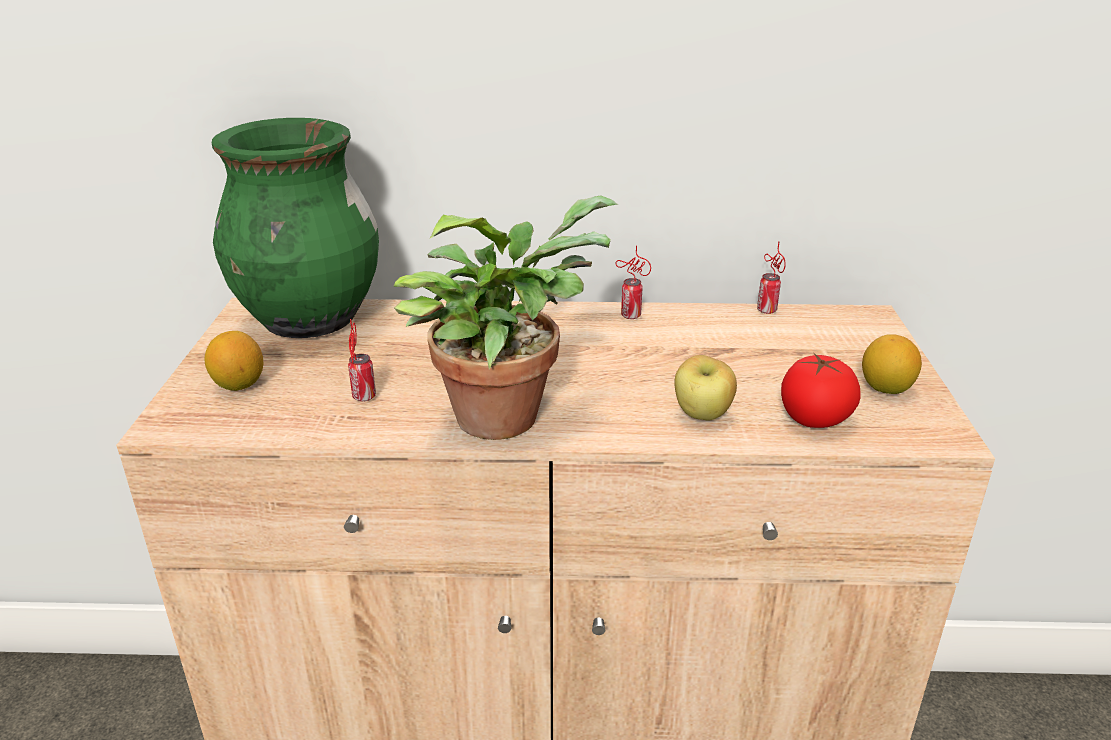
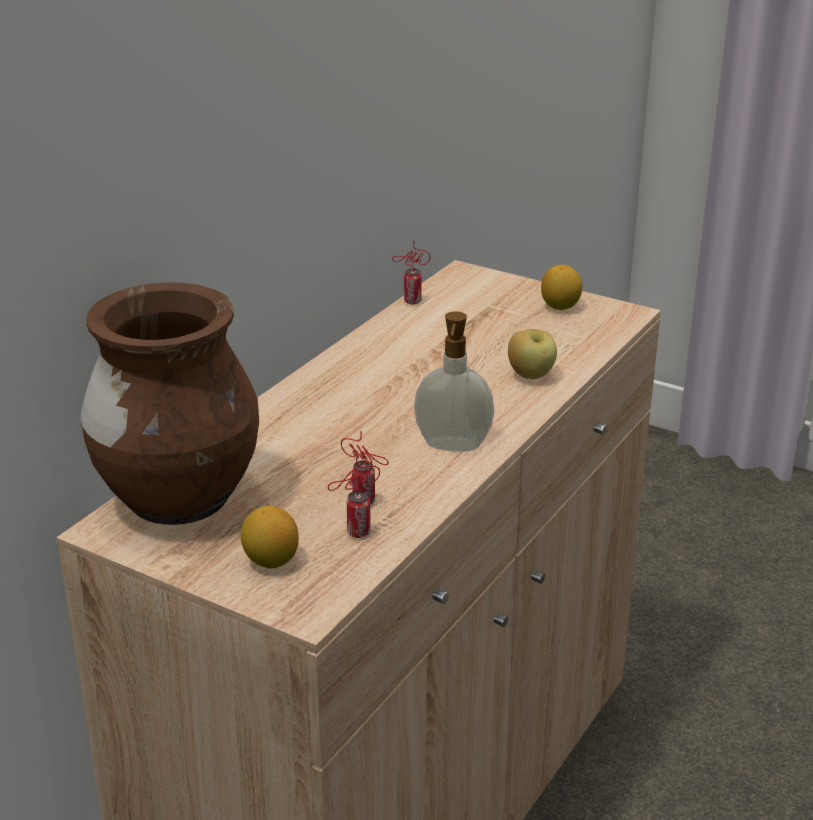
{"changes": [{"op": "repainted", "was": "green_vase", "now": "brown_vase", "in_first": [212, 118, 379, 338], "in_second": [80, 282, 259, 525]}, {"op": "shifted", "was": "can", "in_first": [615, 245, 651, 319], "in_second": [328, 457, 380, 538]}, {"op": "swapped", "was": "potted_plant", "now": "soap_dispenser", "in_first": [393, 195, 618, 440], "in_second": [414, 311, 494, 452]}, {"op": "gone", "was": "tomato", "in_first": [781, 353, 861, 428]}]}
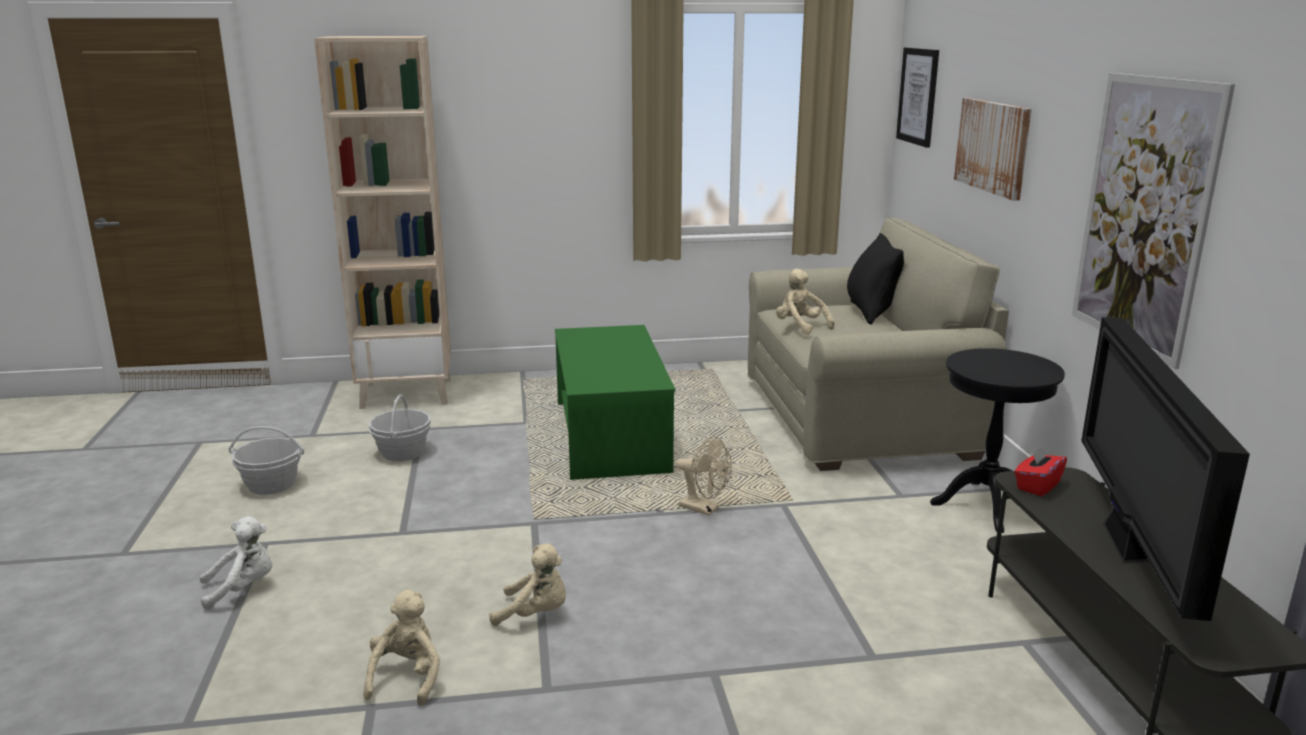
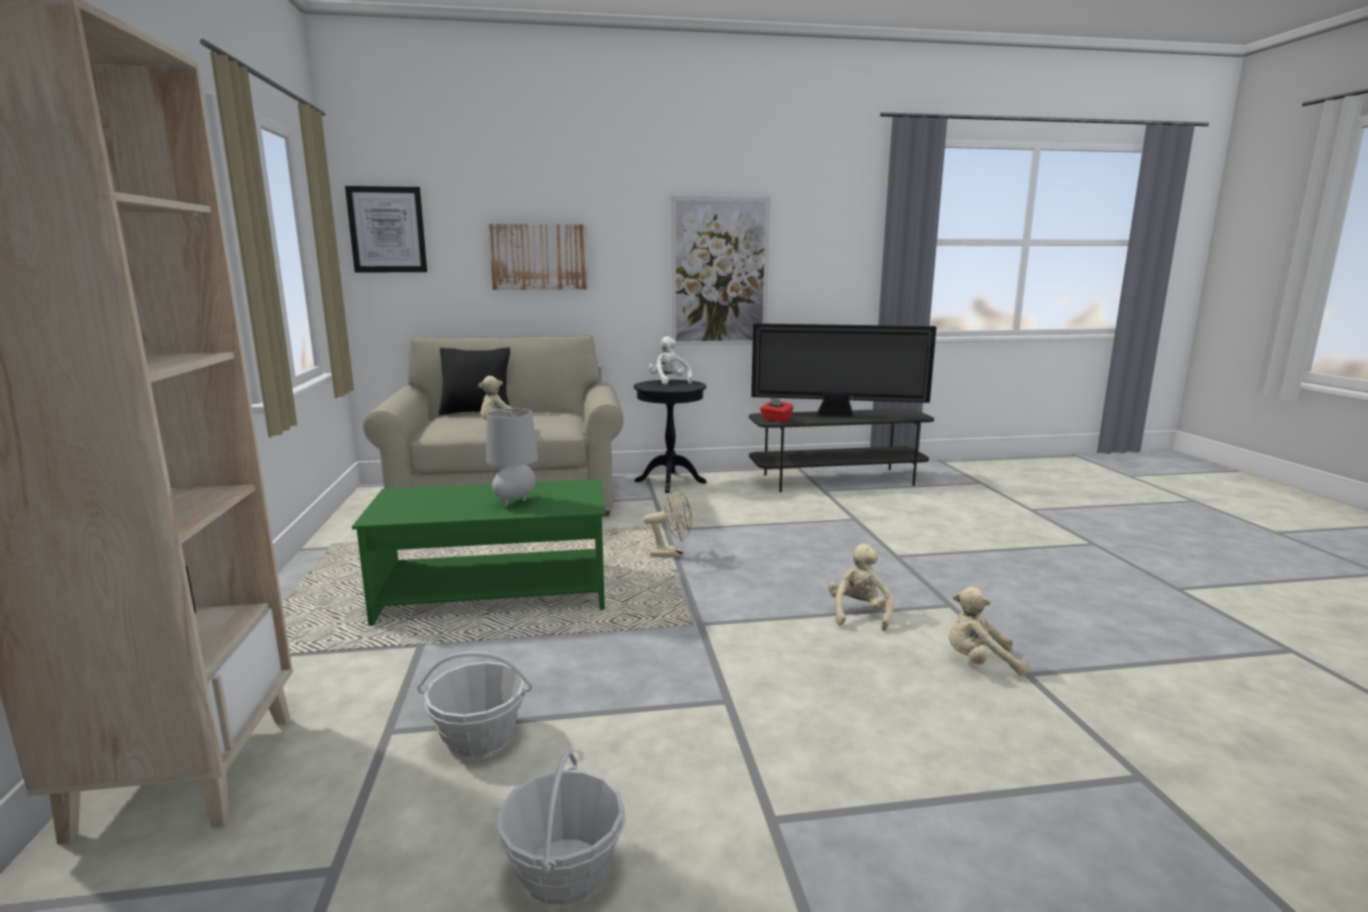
{"changes": [{"op": "new", "now": "grey_table_lamp", "in_second": [486, 409, 538, 507]}, {"op": "rotated", "was": "beige_fan", "in_first": [676, 436, 732, 516], "in_second": [643, 488, 692, 557], "clockwise": 60}, {"op": "shifted", "was": "white_plush_toy", "in_first": [199, 516, 272, 610], "in_second": [648, 336, 693, 385]}]}
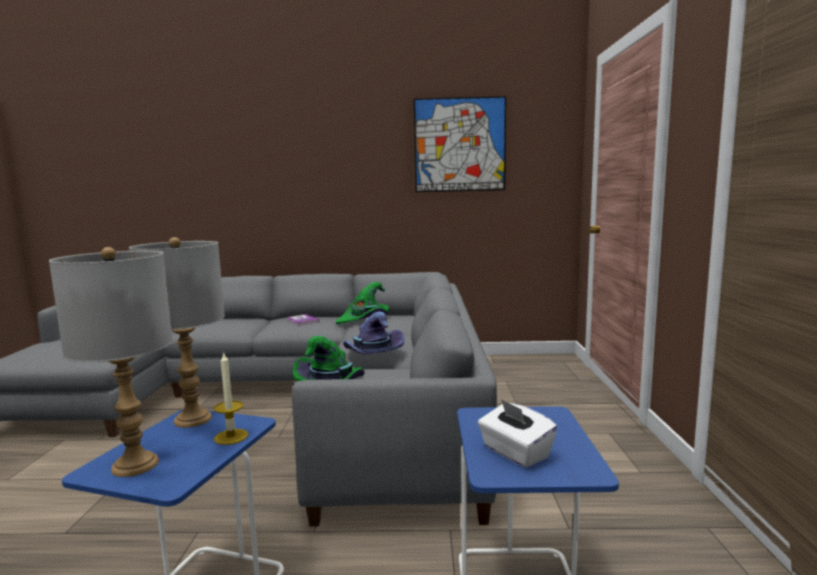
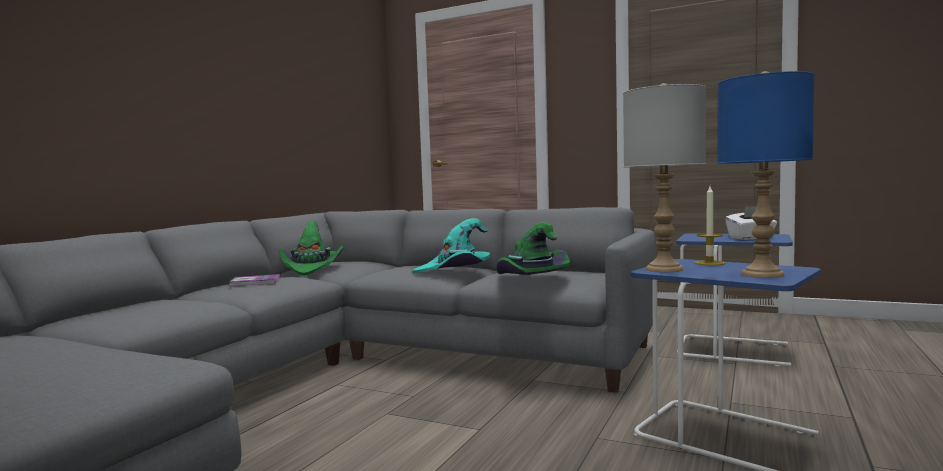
{"changes": [{"op": "repainted", "was": "purple_hat", "now": "turquoise_hat", "in_first": [343, 312, 404, 354], "in_second": [412, 218, 490, 273]}, {"op": "repainted", "was": "grey_table_lamp", "now": "blue_table_lamp", "in_first": [49, 247, 173, 477], "in_second": [718, 71, 815, 278]}, {"op": "gone", "was": "picture", "in_first": [414, 96, 506, 192]}]}
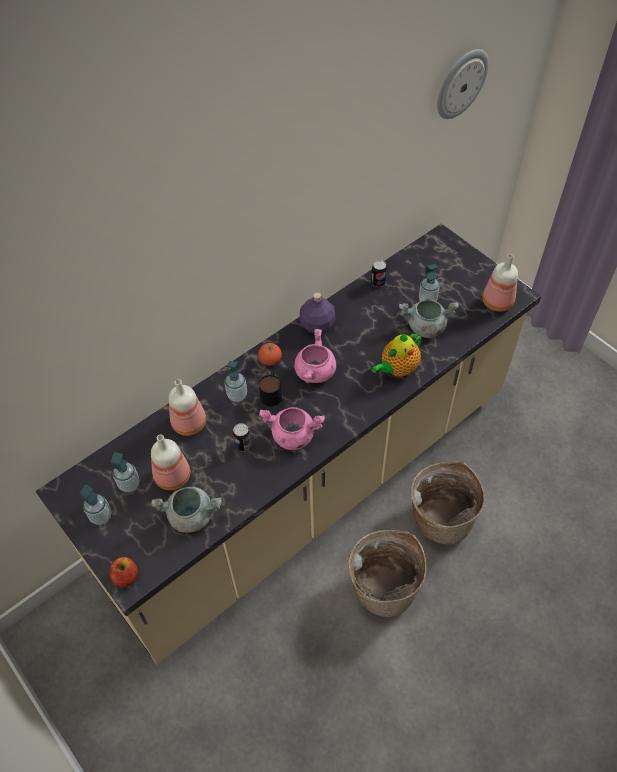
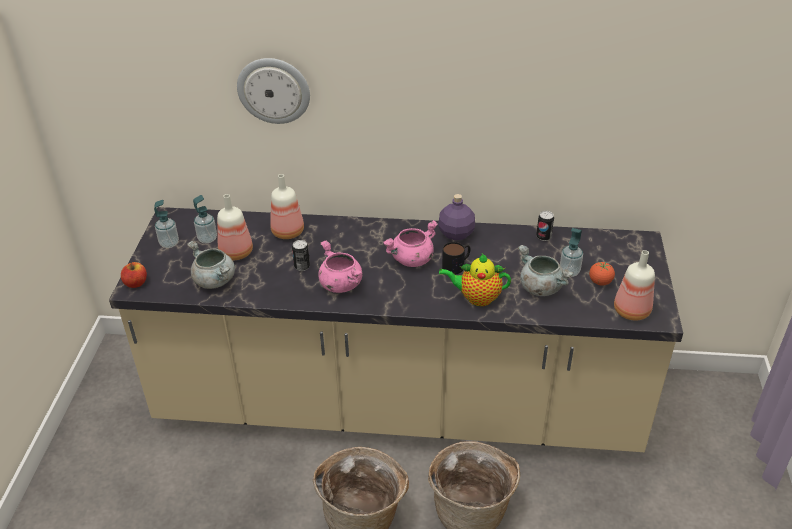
{"changes": [{"op": "shifted", "was": "wall_clock", "in_first": [437, 49, 489, 119], "in_second": [237, 58, 310, 124]}, {"op": "shifted", "was": "mug", "in_first": [259, 371, 282, 406], "in_second": [442, 242, 470, 274]}, {"op": "shifted", "was": "tomato", "in_first": [258, 343, 282, 366], "in_second": [589, 262, 615, 286]}, {"op": "gone", "was": "soap_dispenser", "in_first": [225, 361, 247, 402]}]}
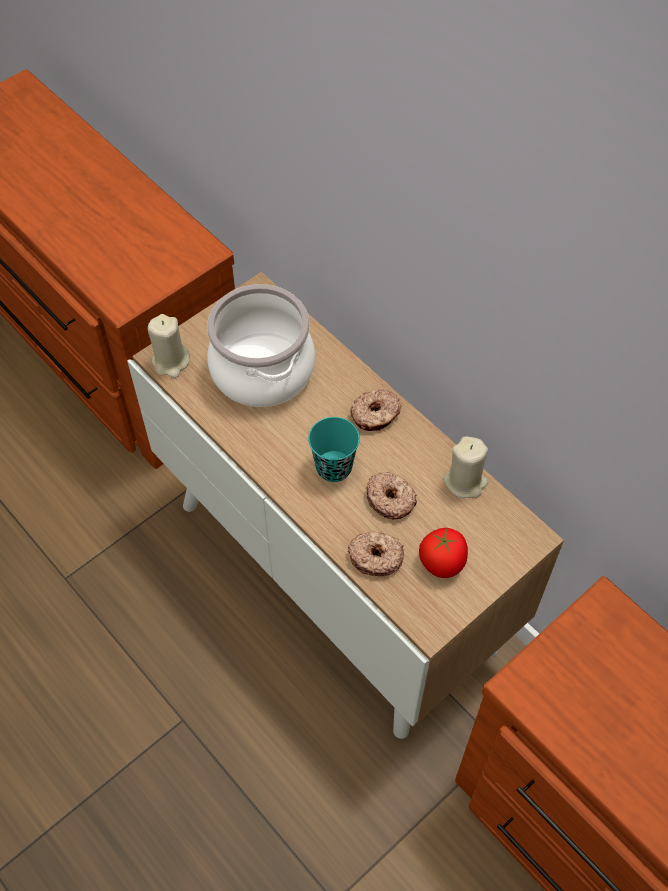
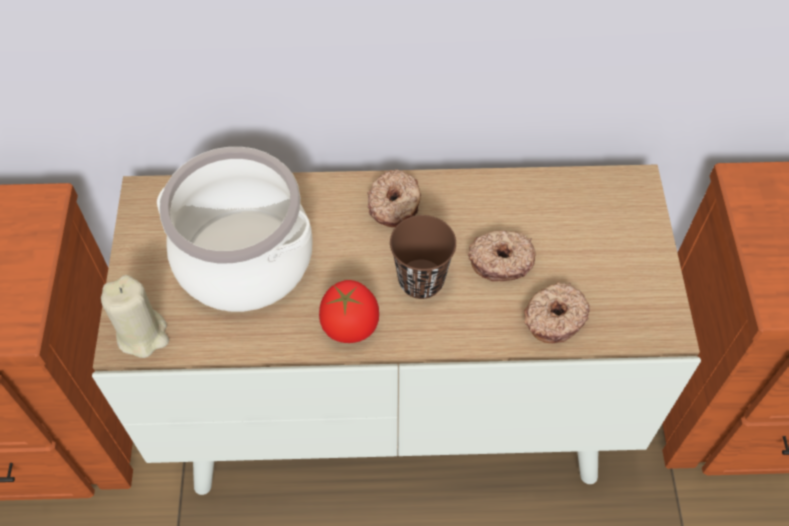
{"changes": [{"op": "shifted", "was": "tomato", "in_first": [419, 528, 468, 578], "in_second": [319, 280, 379, 343]}, {"op": "repainted", "was": "turquoise_cup", "now": "brown_cup", "in_first": [308, 417, 360, 482], "in_second": [390, 215, 456, 299]}, {"op": "gone", "was": "beige_candle", "in_first": [443, 436, 488, 498]}]}
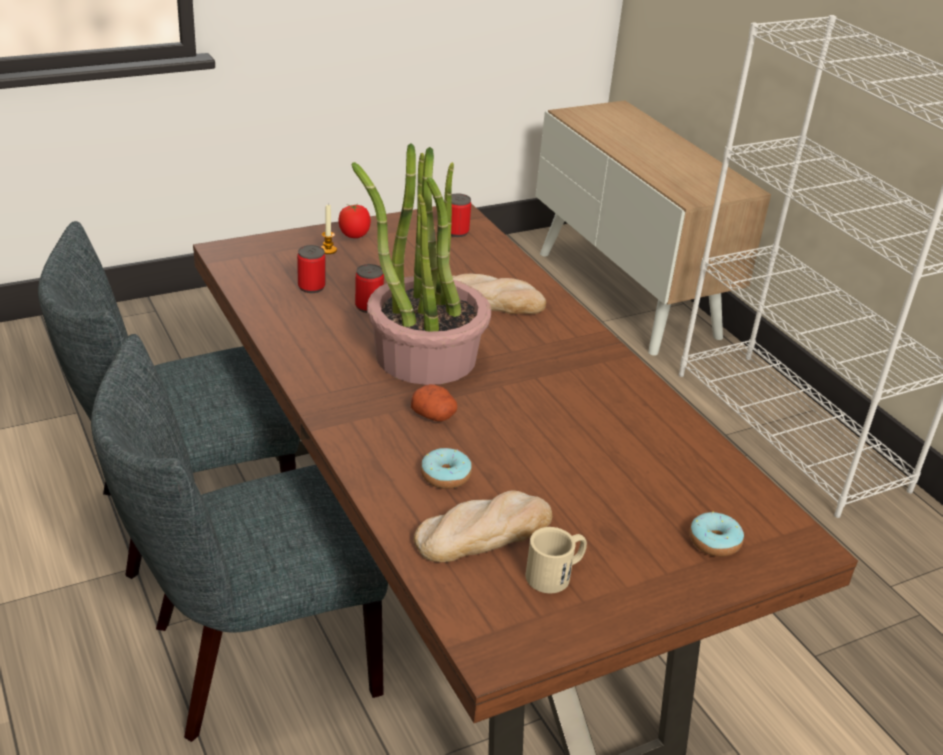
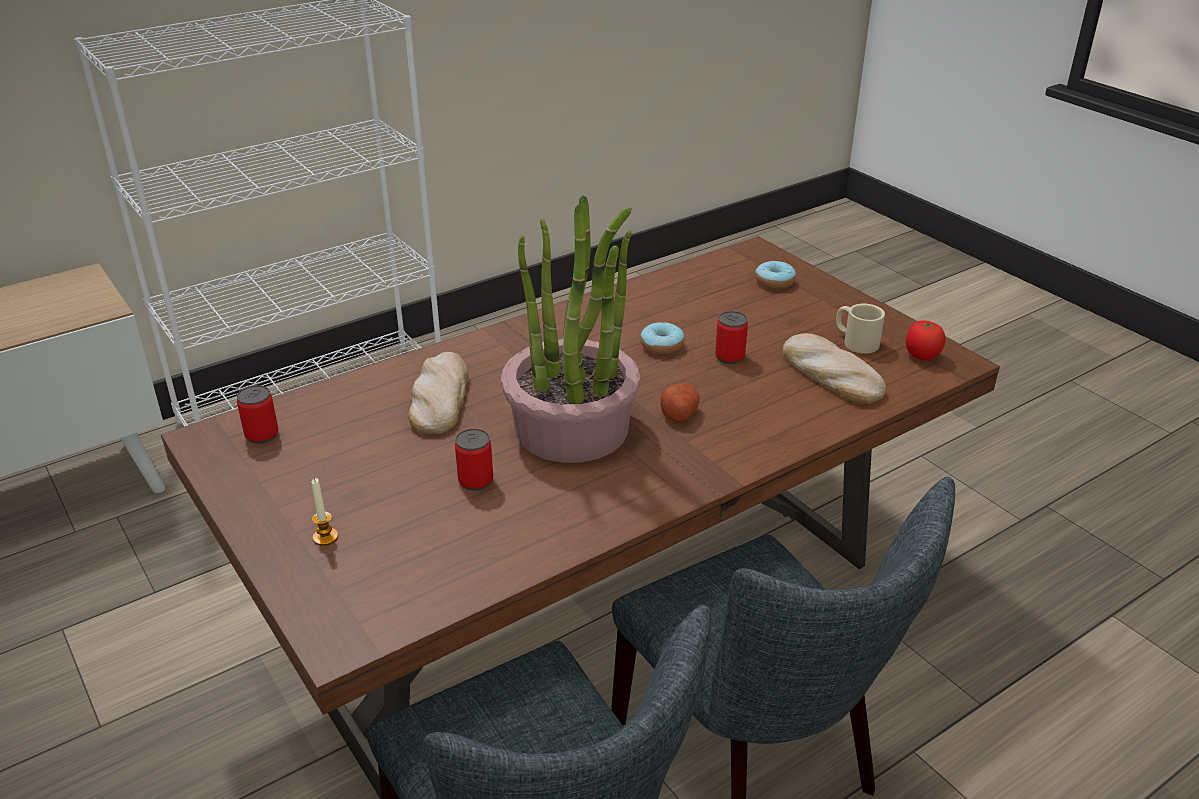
{"changes": [{"op": "shifted", "was": "donut", "in_first": [421, 448, 472, 489], "in_second": [640, 322, 684, 354]}, {"op": "shifted", "was": "can", "in_first": [297, 245, 325, 293], "in_second": [715, 311, 748, 364]}, {"op": "shifted", "was": "tomato", "in_first": [338, 204, 371, 238], "in_second": [906, 320, 946, 360]}]}
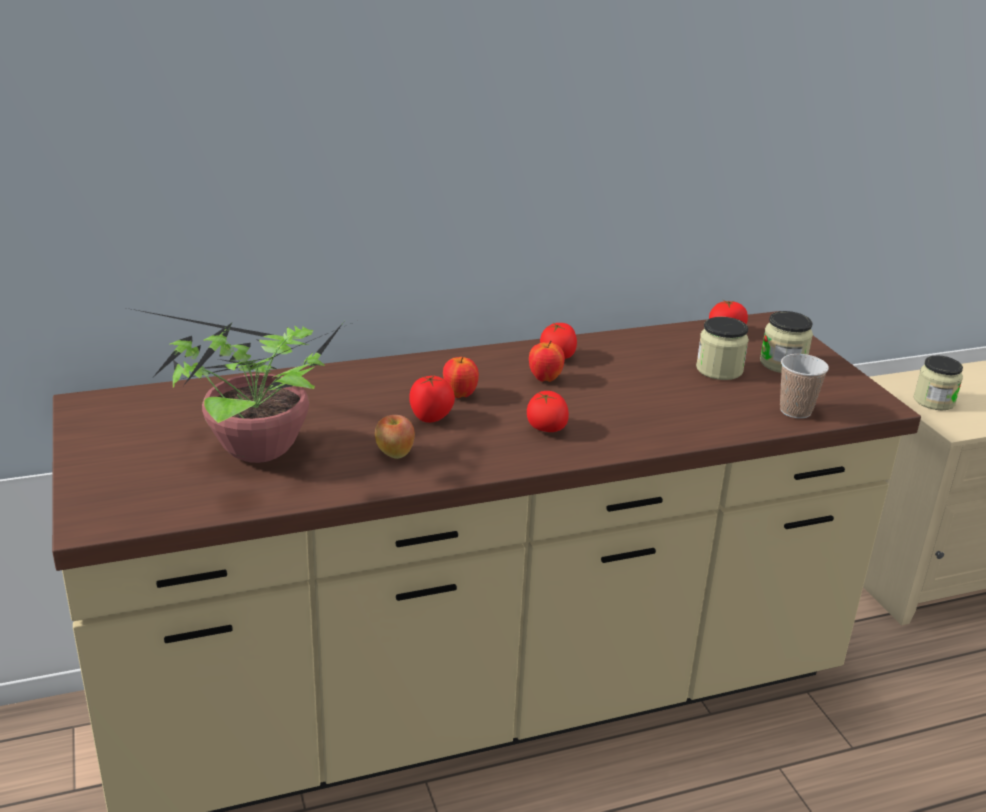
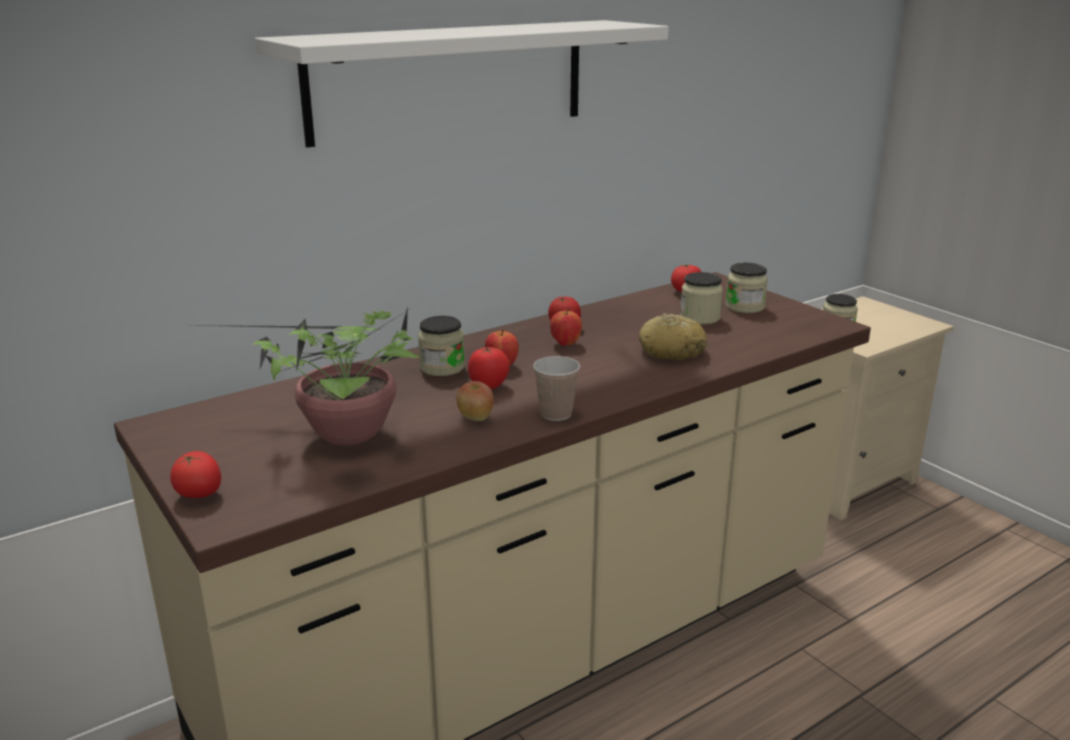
{"changes": [{"op": "shifted", "was": "tomato", "in_first": [527, 391, 569, 432], "in_second": [170, 451, 221, 498]}, {"op": "new", "now": "white_shelf", "in_second": [255, 20, 669, 148]}, {"op": "new", "now": "jar", "in_second": [418, 316, 465, 376]}, {"op": "shifted", "was": "cup", "in_first": [780, 354, 829, 419], "in_second": [533, 356, 580, 421]}, {"op": "new", "now": "bread", "in_second": [639, 313, 707, 360]}]}
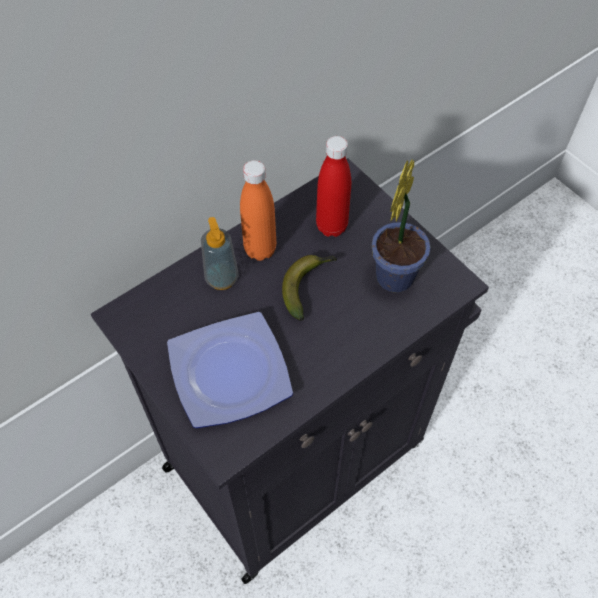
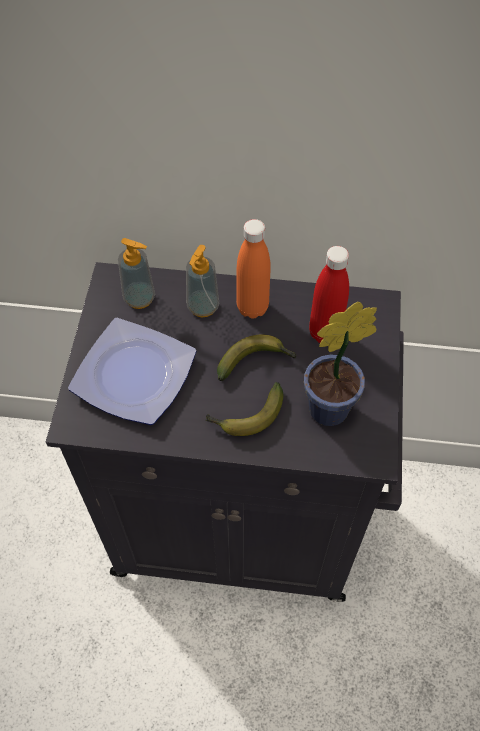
{"changes": [{"op": "new", "now": "soap_dispenser", "in_second": [118, 238, 155, 309]}, {"op": "new", "now": "banana", "in_second": [205, 382, 283, 436]}]}
